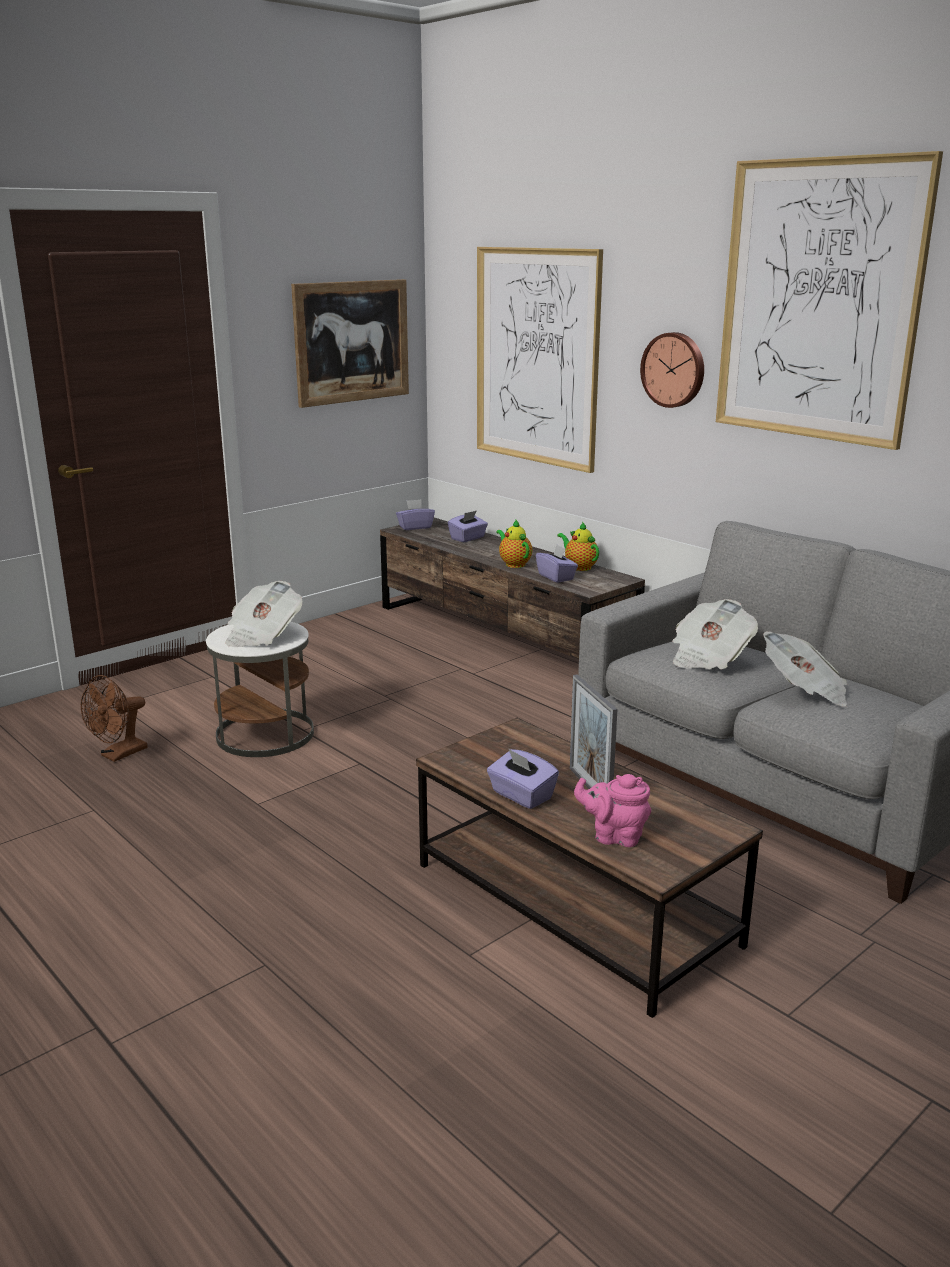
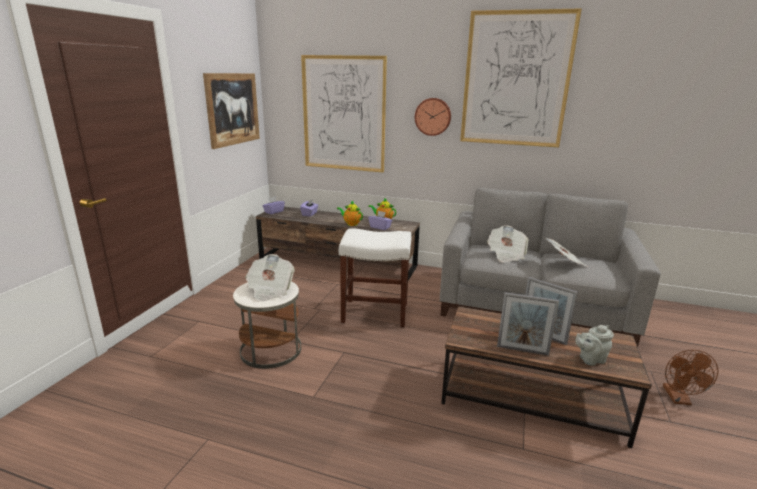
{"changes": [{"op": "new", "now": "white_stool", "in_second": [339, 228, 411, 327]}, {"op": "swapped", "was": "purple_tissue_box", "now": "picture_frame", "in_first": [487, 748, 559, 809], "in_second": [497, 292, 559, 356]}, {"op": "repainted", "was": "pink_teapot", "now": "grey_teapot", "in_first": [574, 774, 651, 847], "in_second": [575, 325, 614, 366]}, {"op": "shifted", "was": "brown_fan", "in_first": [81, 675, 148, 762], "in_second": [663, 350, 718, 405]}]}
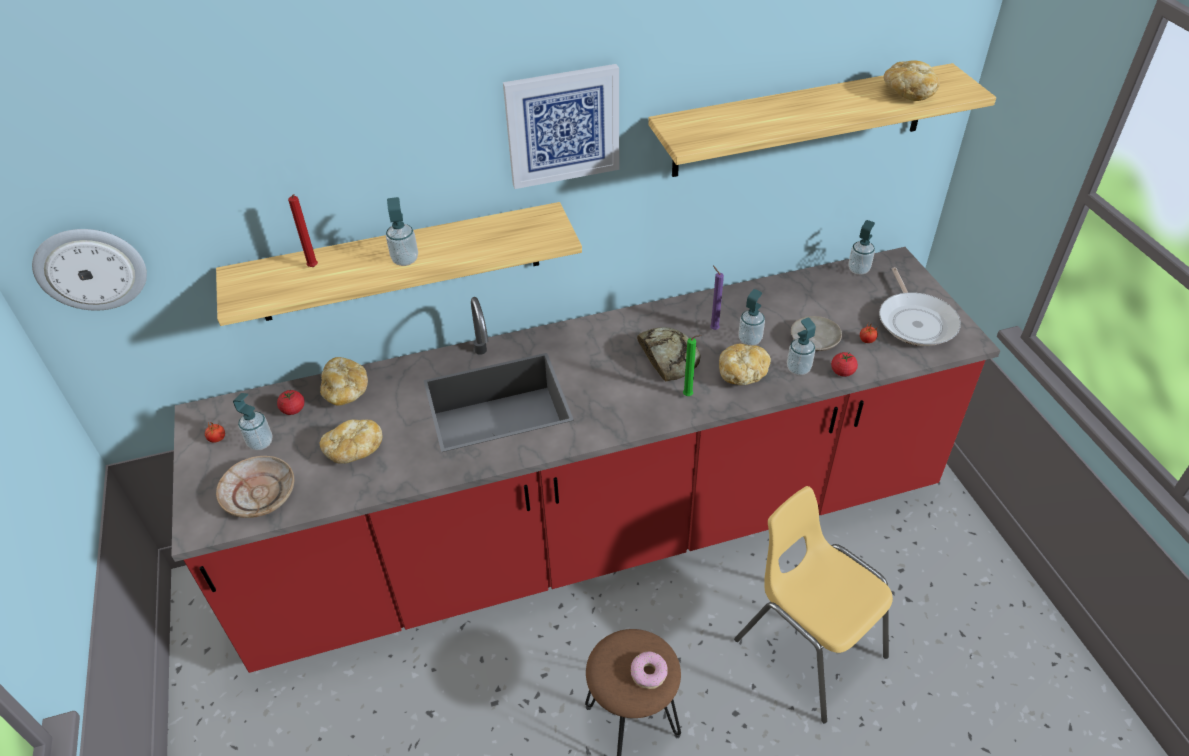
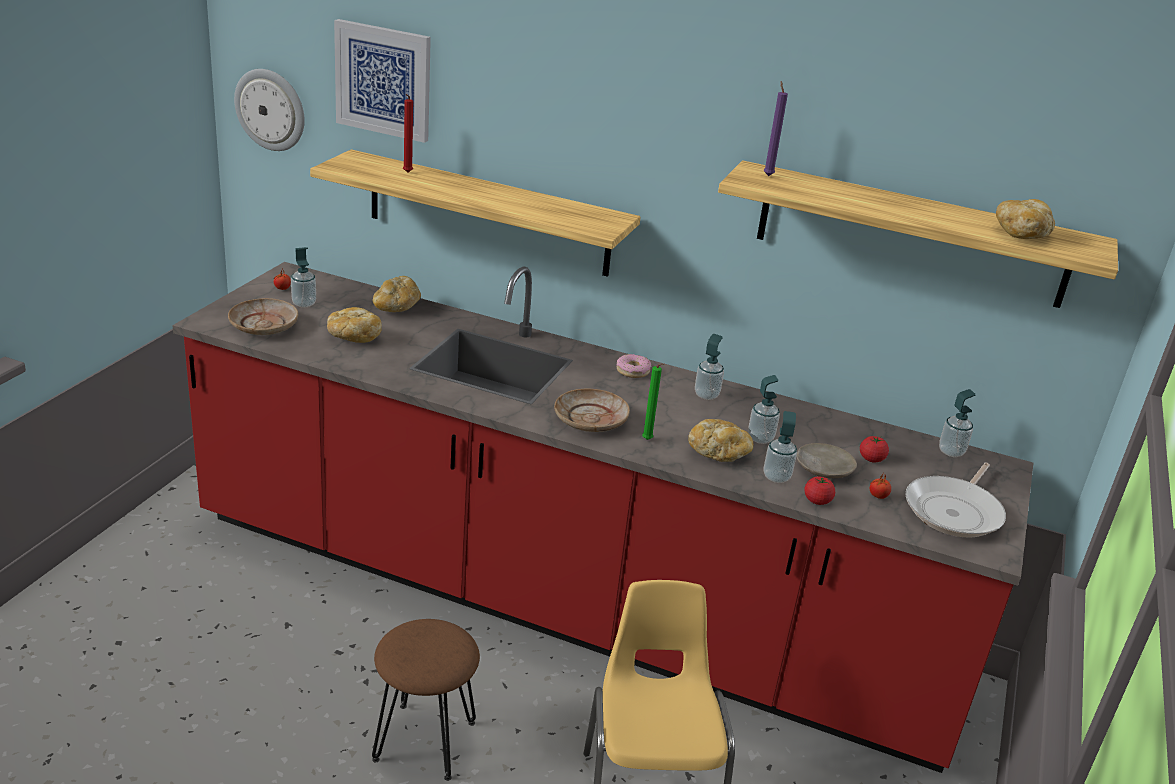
{"changes": [{"op": "shifted", "was": "picture", "in_first": [503, 64, 619, 189], "in_second": [334, 19, 431, 143]}, {"op": "new", "now": "beige_plate", "in_second": [554, 388, 630, 432]}, {"op": "shifted", "was": "donut", "in_first": [631, 652, 668, 689], "in_second": [617, 354, 651, 378]}, {"op": "shifted", "was": "soap_dispenser", "in_first": [386, 197, 418, 266], "in_second": [695, 334, 724, 400]}, {"op": "shifted", "was": "purple_candle", "in_first": [710, 265, 724, 330], "in_second": [764, 81, 788, 176]}, {"op": "shifted", "was": "tomato", "in_first": [277, 389, 304, 415], "in_second": [860, 436, 889, 463]}, {"op": "gone", "was": "bread", "in_first": [637, 327, 701, 381]}]}
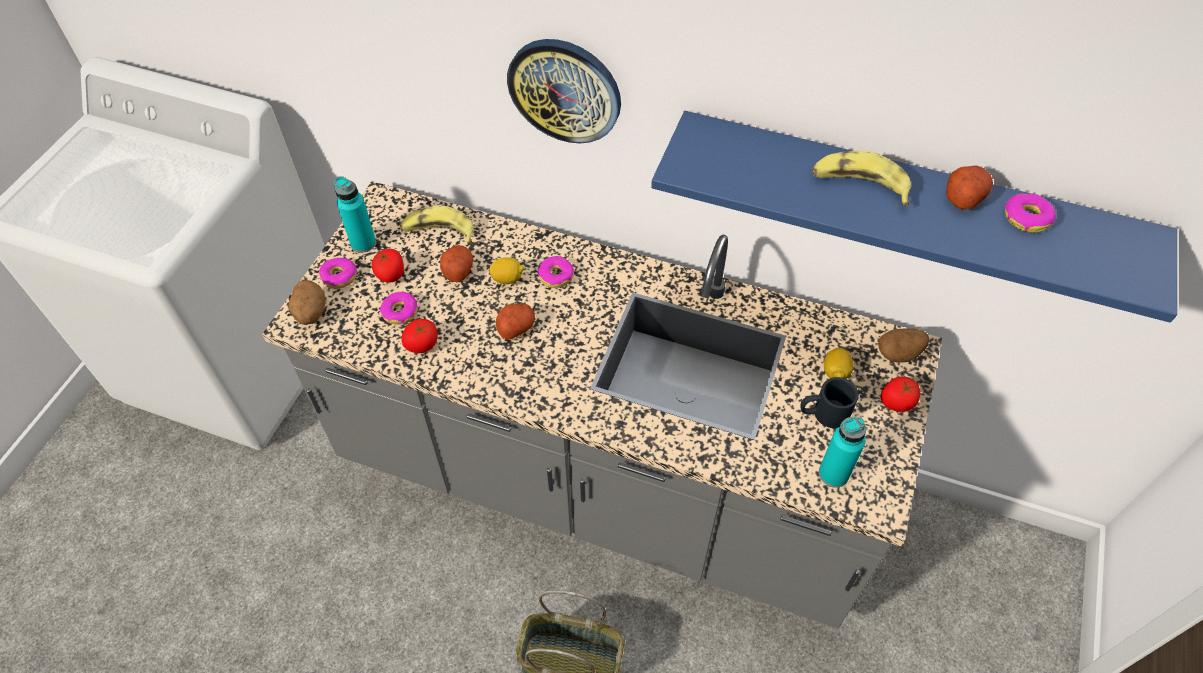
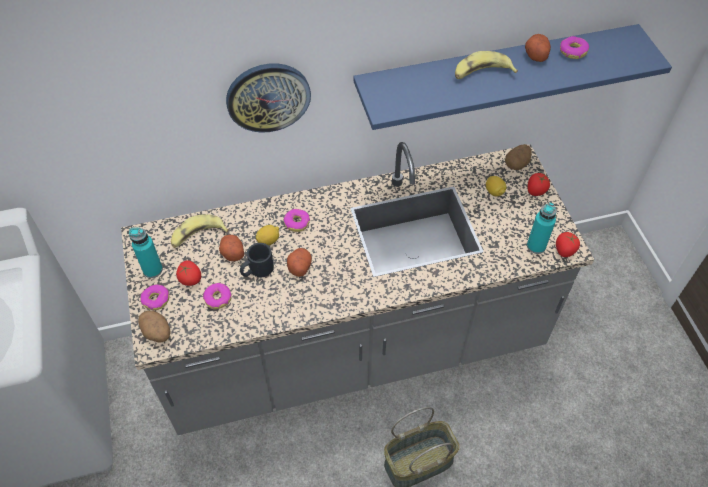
{"changes": [{"op": "shifted", "was": "black_mug", "in_first": [800, 377, 859, 428], "in_second": [240, 243, 274, 277]}, {"op": "shifted", "was": "tomato", "in_first": [401, 319, 438, 353], "in_second": [556, 232, 580, 257]}]}
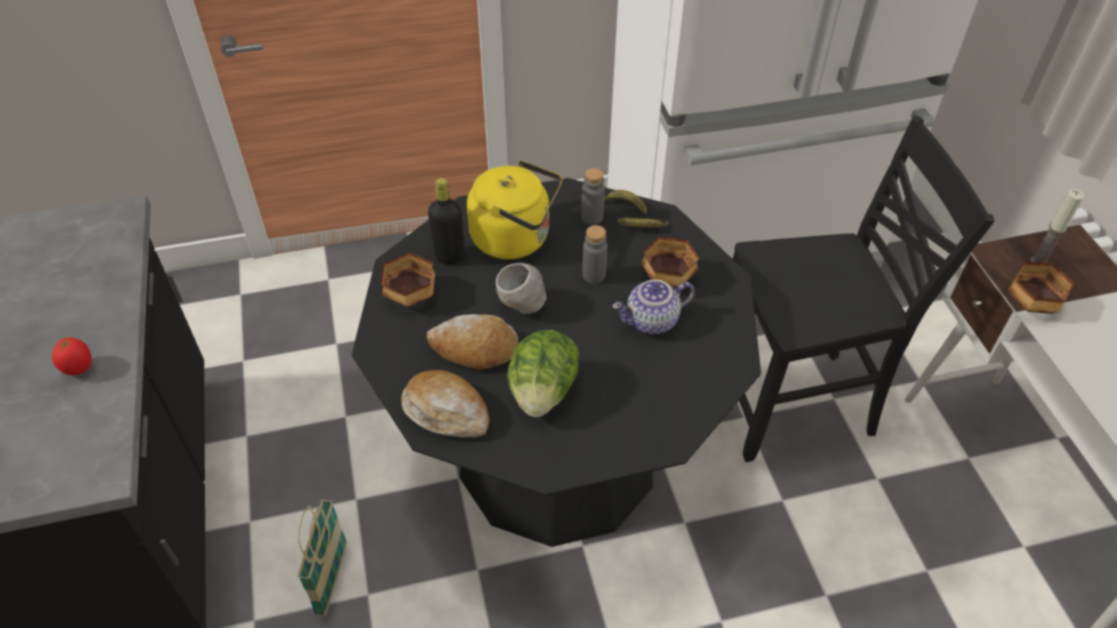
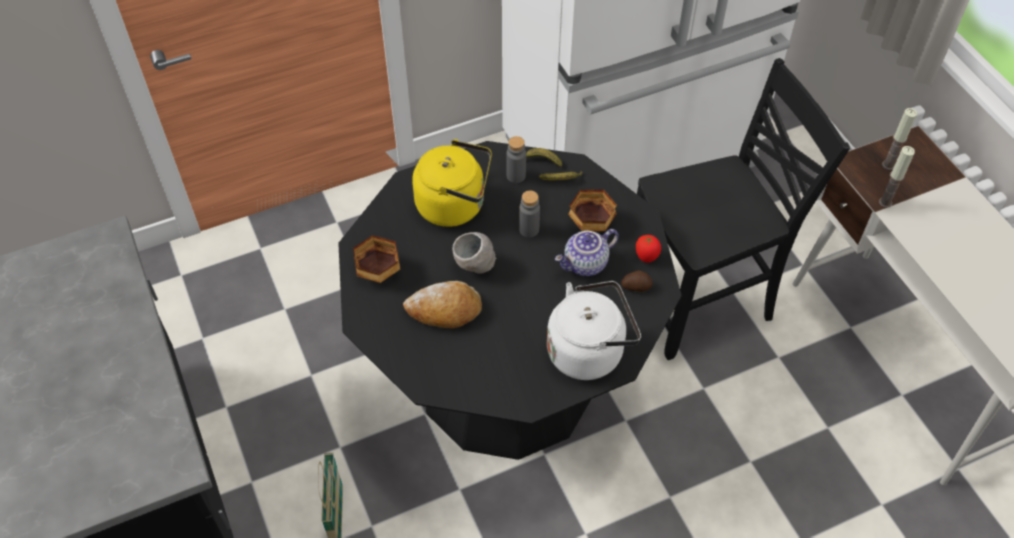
{"changes": [{"op": "new", "now": "white_kettle", "in_second": [547, 281, 641, 380]}, {"op": "new", "now": "potato", "in_second": [621, 271, 653, 292]}, {"op": "shifted", "was": "tomato", "in_first": [52, 337, 92, 376], "in_second": [636, 235, 661, 263]}, {"op": "swapped", "was": "bowl", "now": "candle", "in_first": [1008, 262, 1074, 314], "in_second": [879, 146, 915, 208]}, {"op": "gone", "was": "bread", "in_first": [401, 370, 489, 437]}, {"op": "gone", "was": "black_bottle", "in_first": [428, 178, 465, 265]}, {"op": "gone", "was": "lettuce", "in_first": [507, 330, 579, 417]}]}
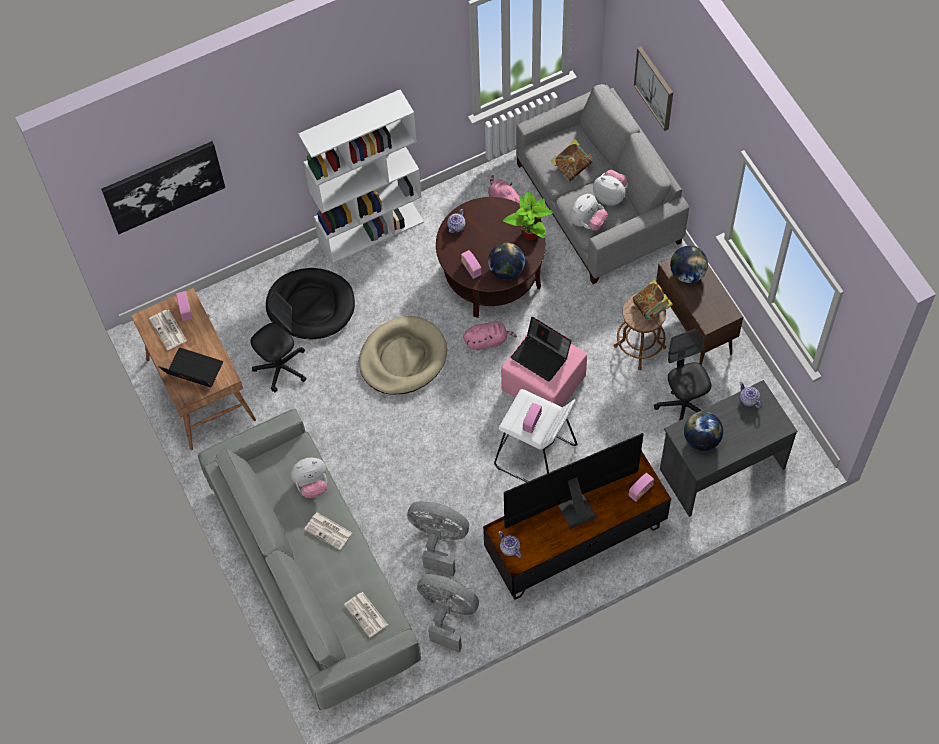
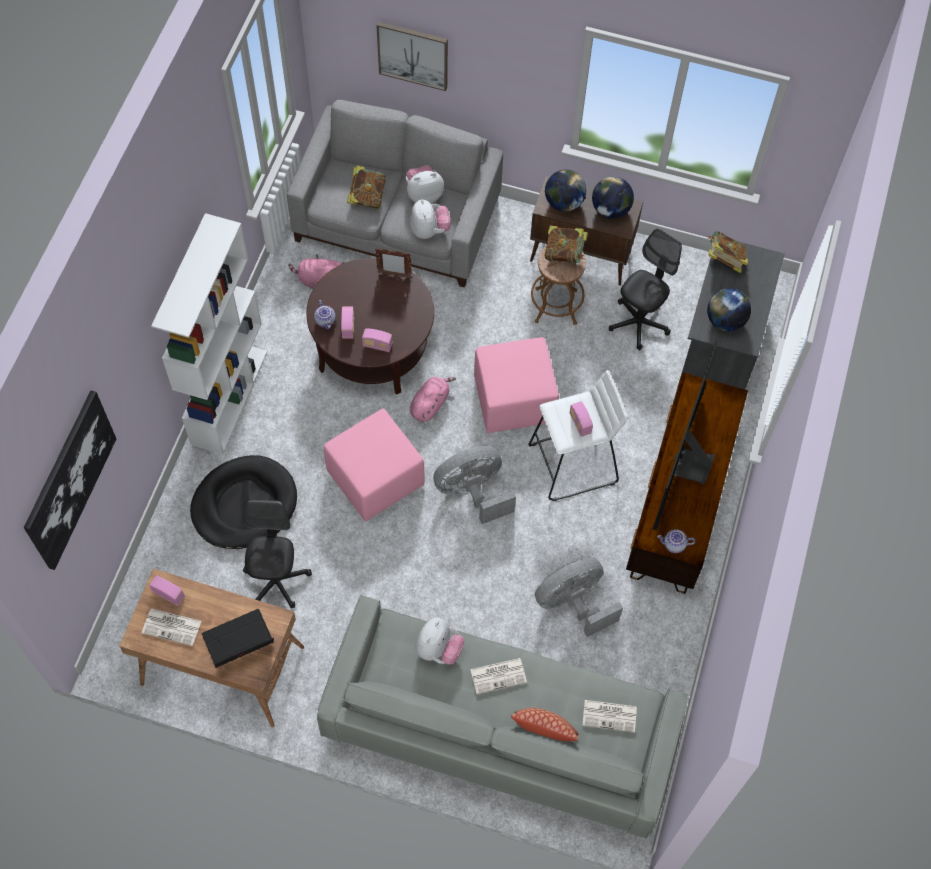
{"changes": [{"op": "swapped", "was": "beige_dog_bed", "now": "pink_ottoman", "in_first": [359, 316, 447, 395], "in_second": [324, 409, 425, 521]}, {"op": "shifted", "was": "radio", "in_first": [629, 473, 654, 502], "in_second": [341, 306, 354, 339]}, {"op": "swapped", "was": "potted_plant", "now": "picture_frame", "in_first": [503, 191, 553, 240], "in_second": [375, 248, 412, 279]}, {"op": "shifted", "was": "grey_fan", "in_first": [417, 574, 479, 653], "in_second": [433, 446, 516, 524]}, {"op": "new", "now": "pillow", "in_second": [511, 708, 578, 741]}, {"op": "shifted", "was": "globe", "in_first": [488, 243, 525, 280], "in_second": [592, 177, 634, 219]}, {"op": "rotated", "was": "black_office_chair", "in_first": [654, 329, 712, 421], "in_second": [609, 228, 682, 350], "clockwise": 105}, {"op": "swapped", "was": "teapot", "now": "book", "in_first": [740, 382, 762, 409], "in_second": [708, 230, 748, 273]}, {"op": "gone", "was": "laptop", "in_first": [510, 317, 571, 382]}]}
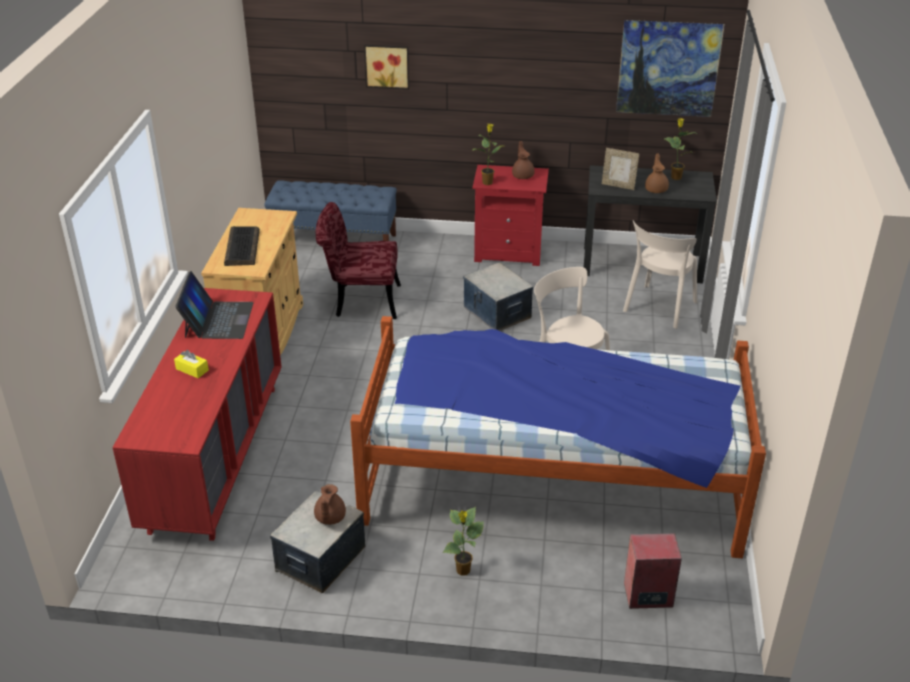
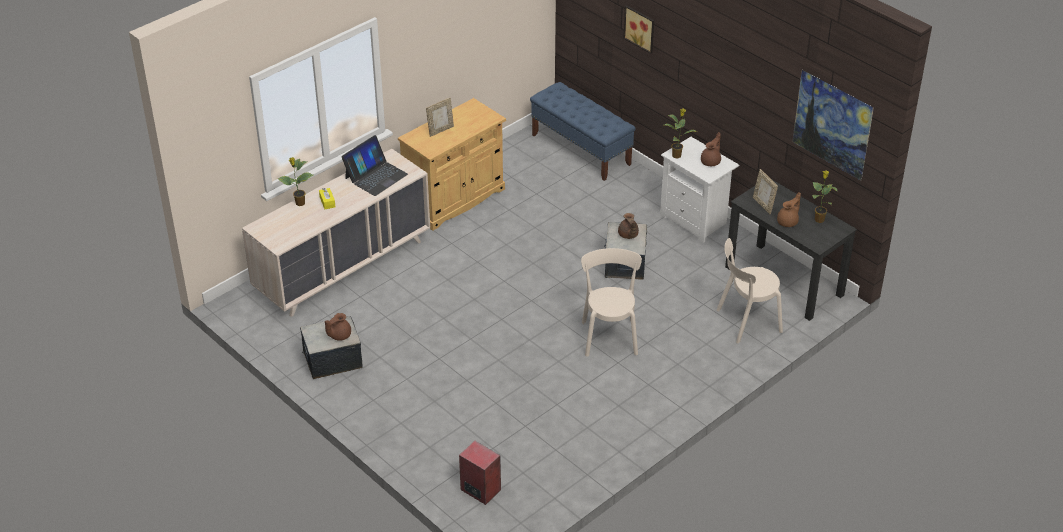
{"changes": [{"op": "repainted", "was": "red_dresser", "now": "beige_dresser", "in_first": [112, 288, 282, 541], "in_second": [242, 149, 430, 317]}, {"op": "shifted", "was": "potted_plant", "in_first": [443, 507, 484, 575], "in_second": [278, 157, 313, 206]}, {"op": "swapped", "was": "keyboard", "now": "picture_frame", "in_first": [224, 226, 260, 266], "in_second": [426, 98, 454, 137]}, {"op": "new", "now": "brown_teapot", "in_second": [618, 213, 639, 239]}, {"op": "repainted", "was": "red_nightstand", "now": "white_nightstand", "in_first": [472, 165, 549, 266], "in_second": [660, 137, 739, 243]}, {"op": "gone", "was": "red_chair", "in_first": [315, 202, 401, 319]}, {"op": "gone", "was": "bed", "in_first": [350, 316, 766, 558]}]}
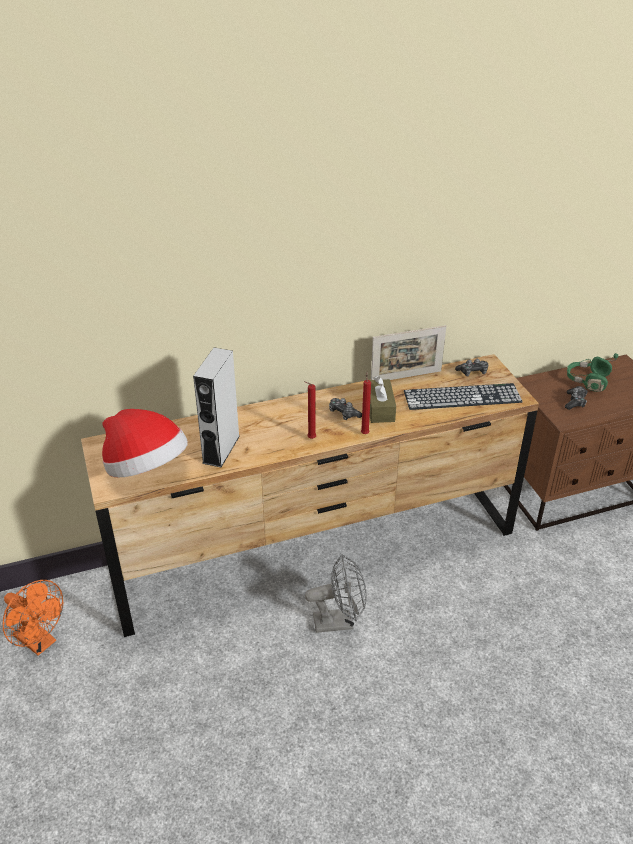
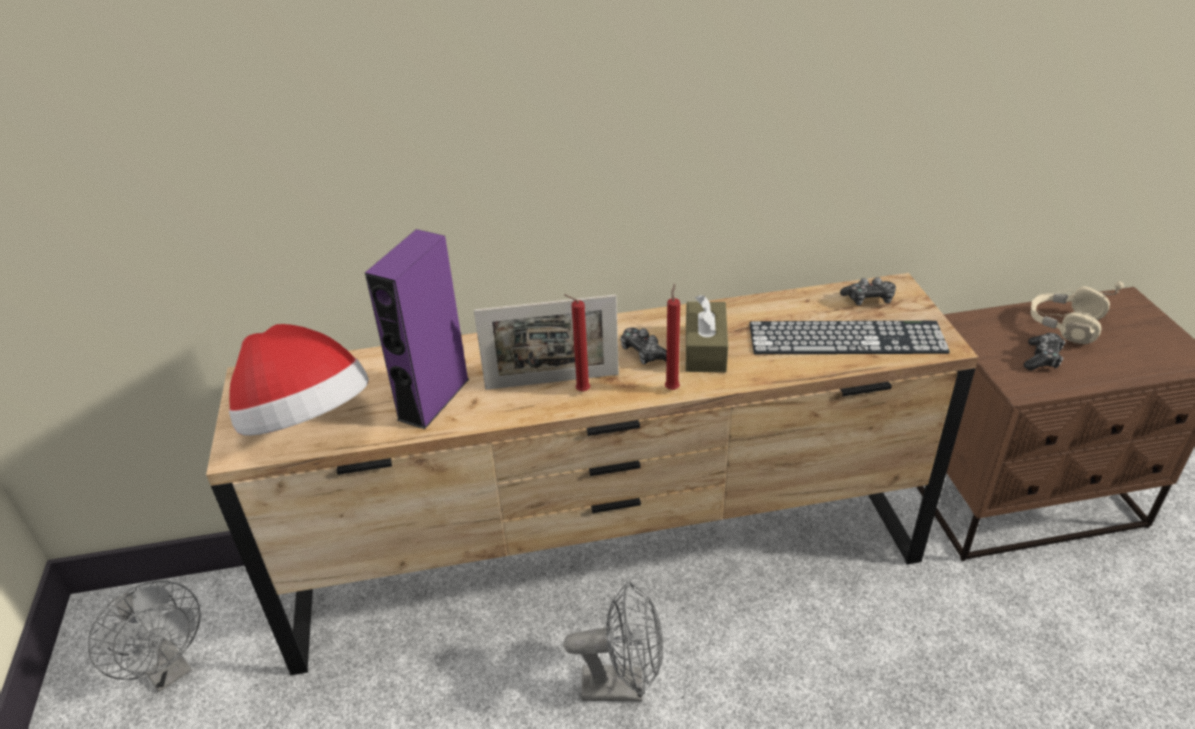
{"changes": [{"op": "repainted", "was": "orange_fan", "now": "grey_fan", "in_first": [3, 580, 64, 656], "in_second": [88, 580, 201, 692]}, {"op": "repainted", "was": "grey_speaker", "now": "purple_speaker", "in_first": [193, 348, 240, 467], "in_second": [365, 229, 469, 429]}, {"op": "shifted", "was": "picture_frame", "in_first": [371, 325, 446, 380], "in_second": [474, 295, 619, 390]}, {"op": "repainted", "was": "green_headphones", "now": "beige_headphones", "in_first": [567, 353, 618, 392], "in_second": [1031, 281, 1124, 344]}]}
